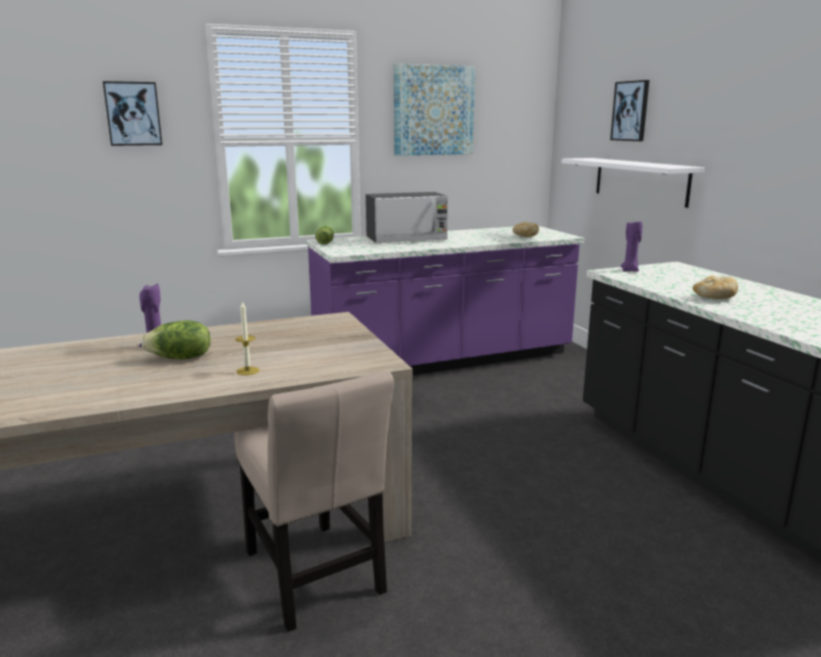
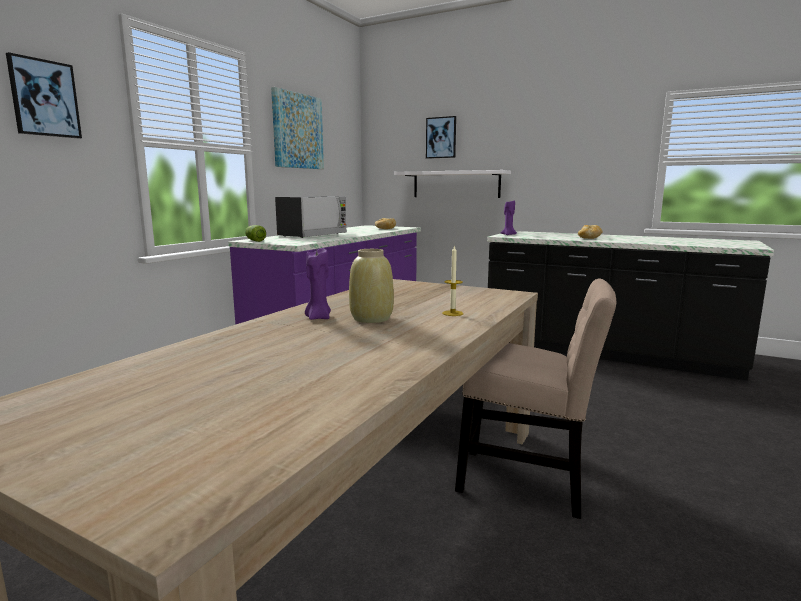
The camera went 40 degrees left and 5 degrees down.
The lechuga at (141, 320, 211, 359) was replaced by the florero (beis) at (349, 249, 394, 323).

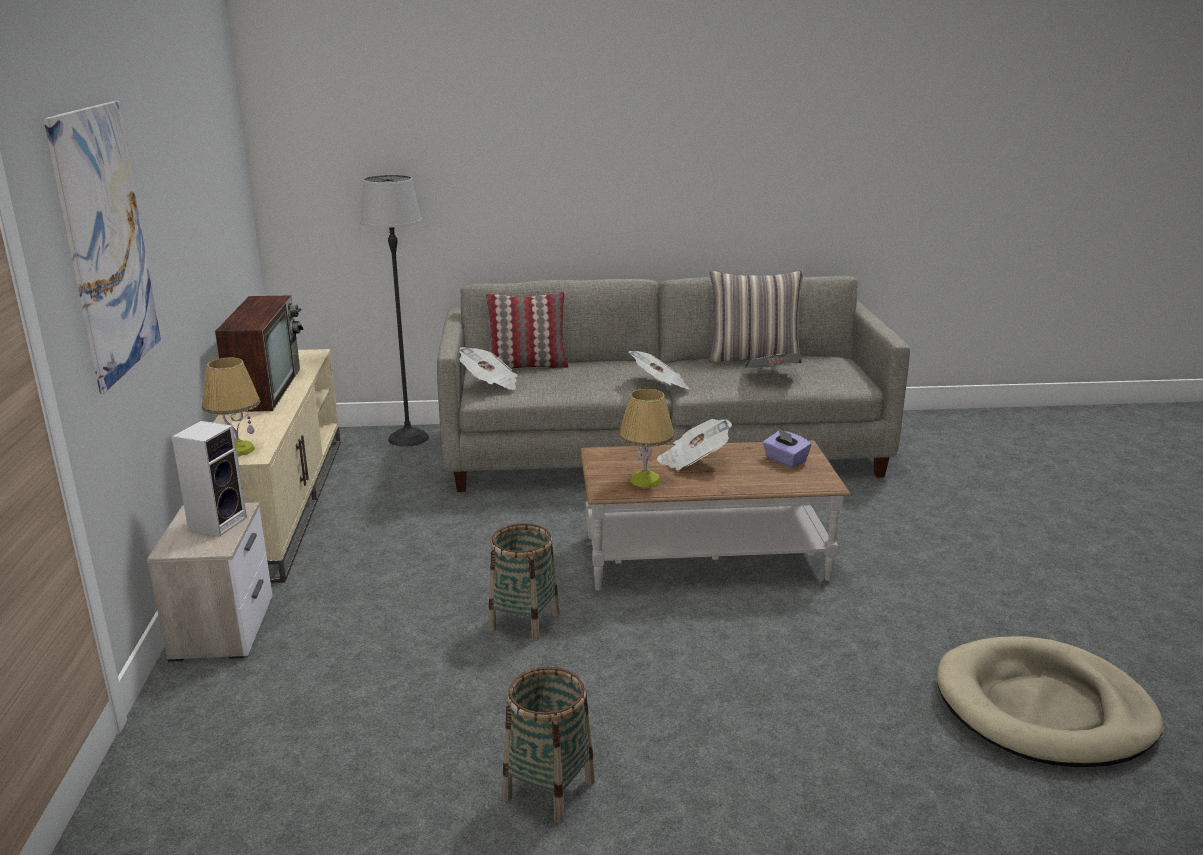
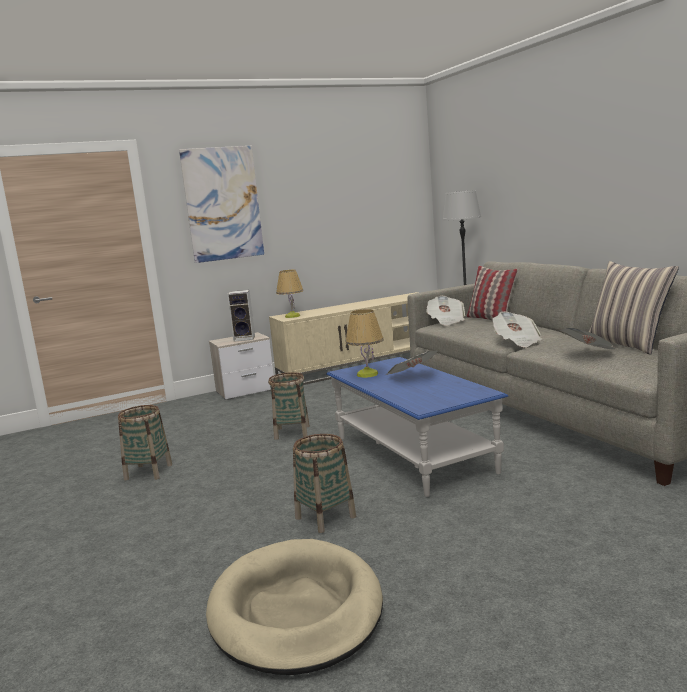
The camera went 70 degrees right and 10 degrees down.
The televisor at (215, 296, 304, 412) disappeared.
The mesa de centro (marrón) at (580, 440, 851, 591) became the mesa de centro (azul) at (326, 357, 508, 497).
The caja de pañuelos (morado) at (763, 428, 811, 468) disappeared.
The cesta at (293, 434, 356, 533) appeared.

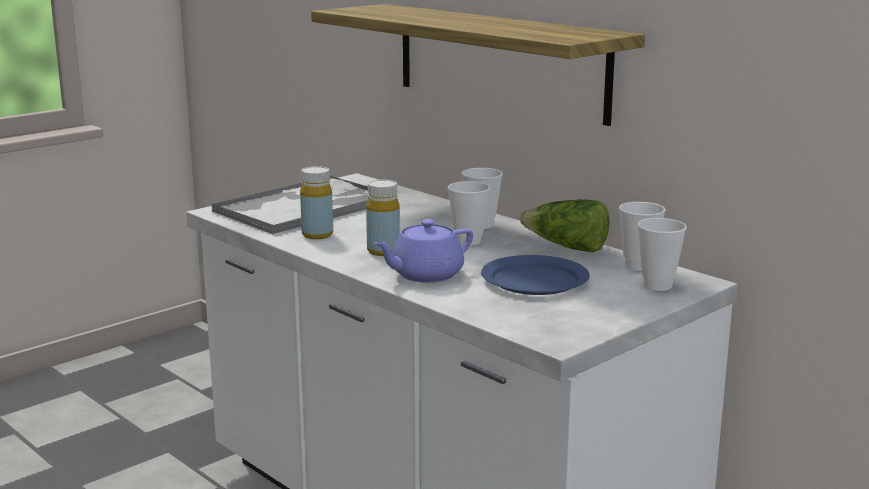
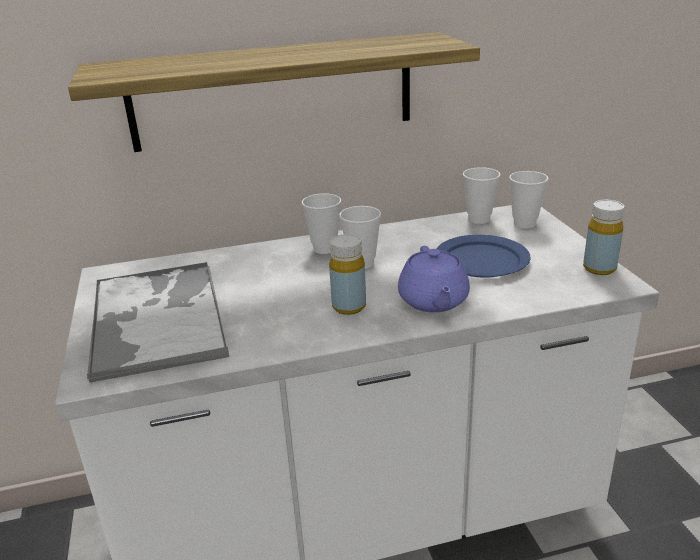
The camera went 60 degrees left and 10 degrees up.
The botella (amarillo) moved from (300, 166, 333, 239) to (583, 200, 625, 275).
The lechuga at (520, 199, 609, 252) disappeared.

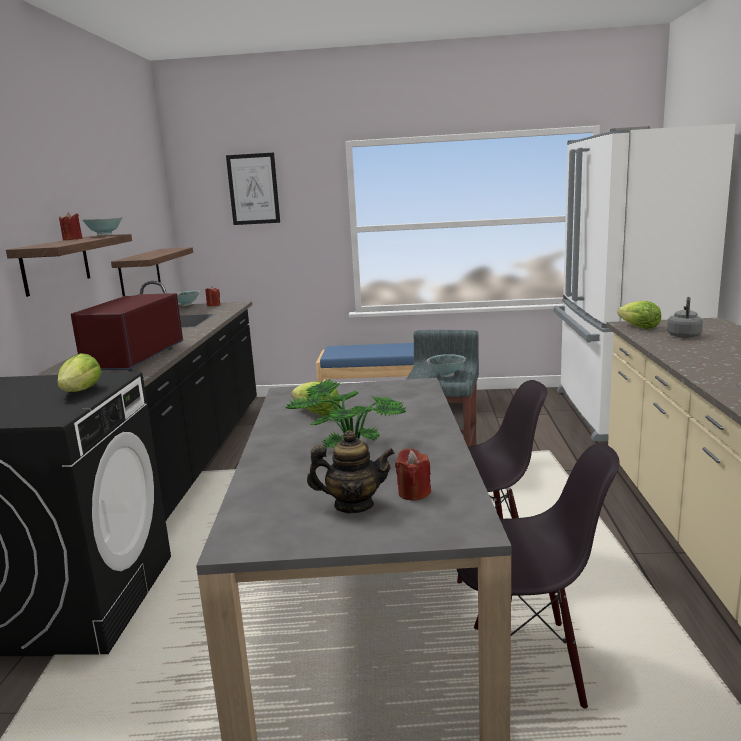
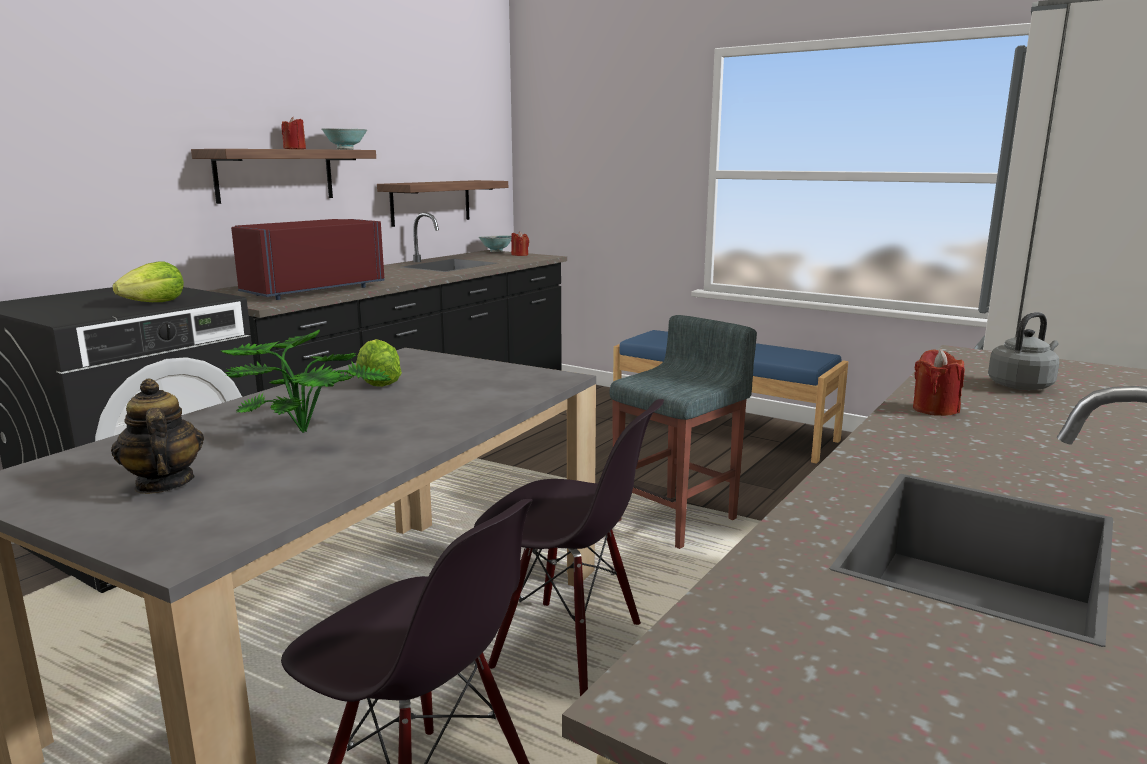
The camera went 30 degrees right and 0 degrees up.
The cuadro at (226, 153, 280, 225) disappeared.
The tetera at (307, 430, 395, 513) turned 150 degrees counterclockwise.
The vela (rojo) moved from (395, 448, 431, 501) to (913, 349, 965, 416).
The cuenco at (426, 354, 466, 377) disappeared.
The lechuga at (617, 301, 661, 329) disappeared.

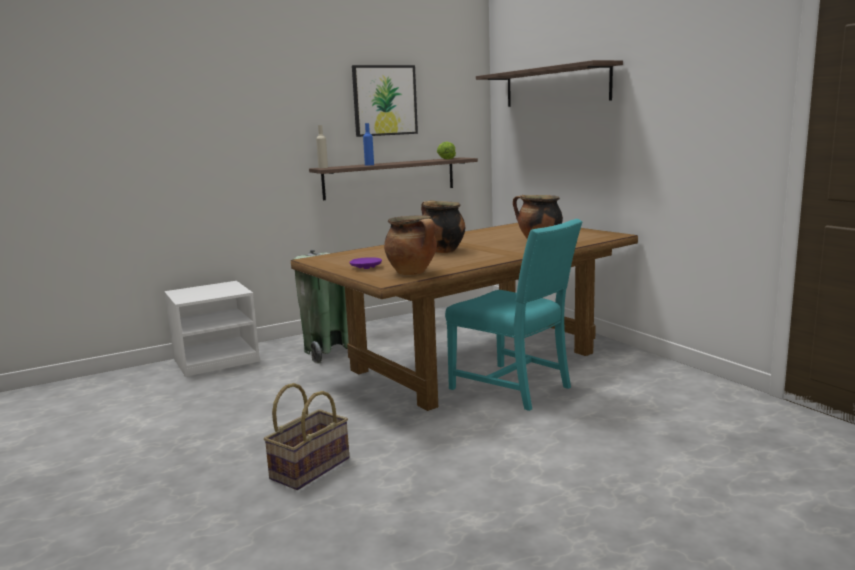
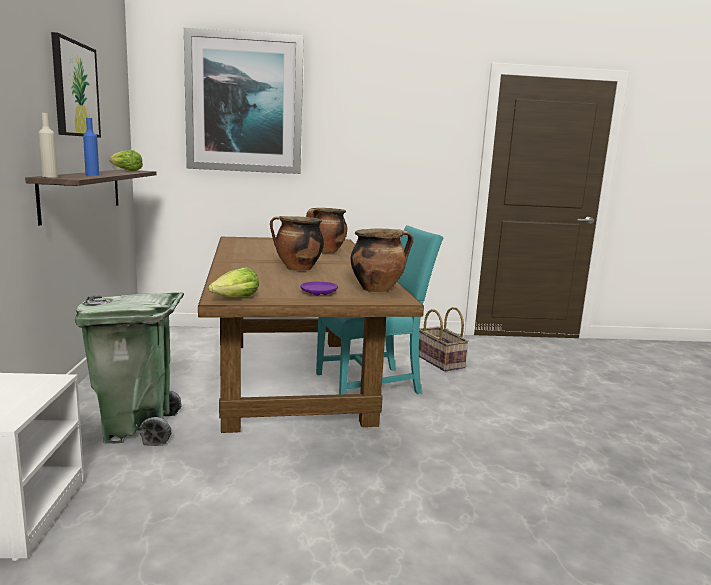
The camera went 65 degrees left and 0 degrees up.
The cesta moved from (264, 383, 349, 490) to (419, 307, 469, 371).
The estante at (476, 60, 623, 107) was replaced by the cuadro at (184, 28, 304, 174).
The lechuga at (208, 267, 259, 297) appeared.

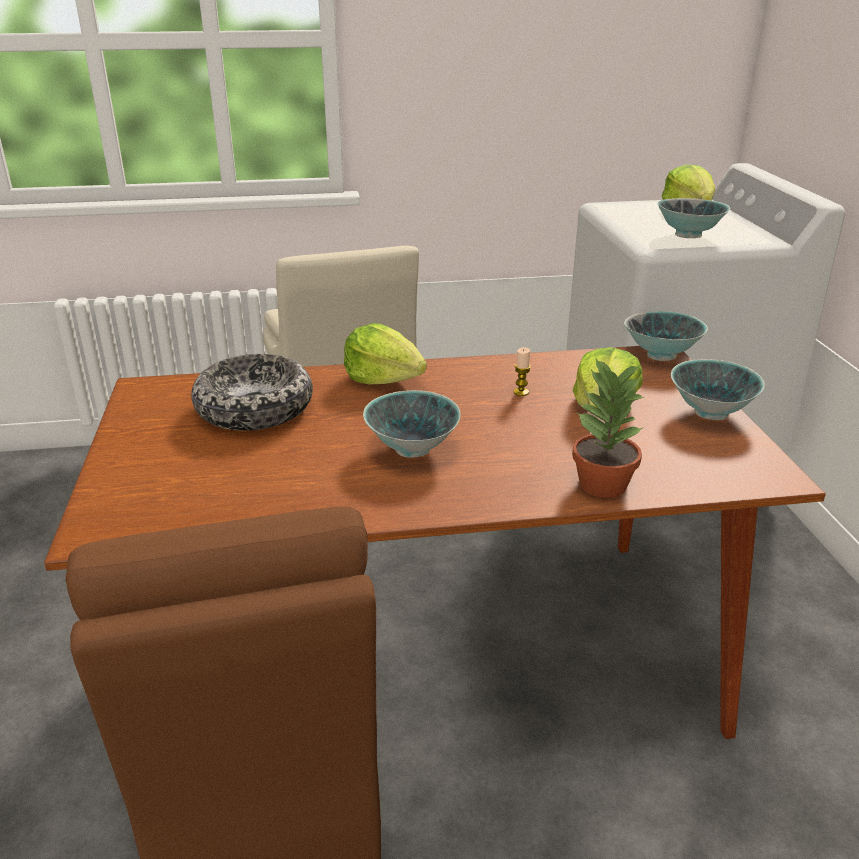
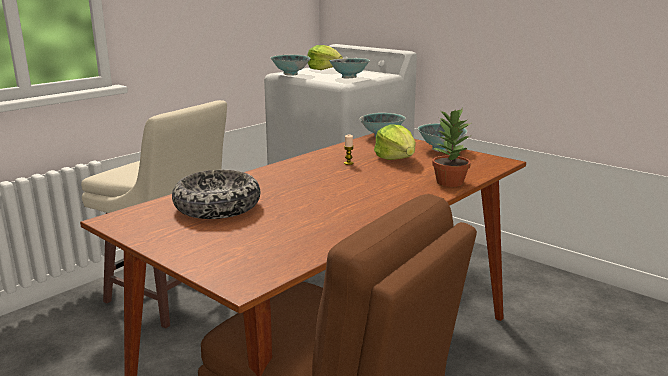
The camera went 40 degrees left and 10 degrees down.
The lechuga at (344, 323, 427, 384) disappeared.
The cuenco moved from (363, 390, 461, 458) to (270, 55, 311, 76).

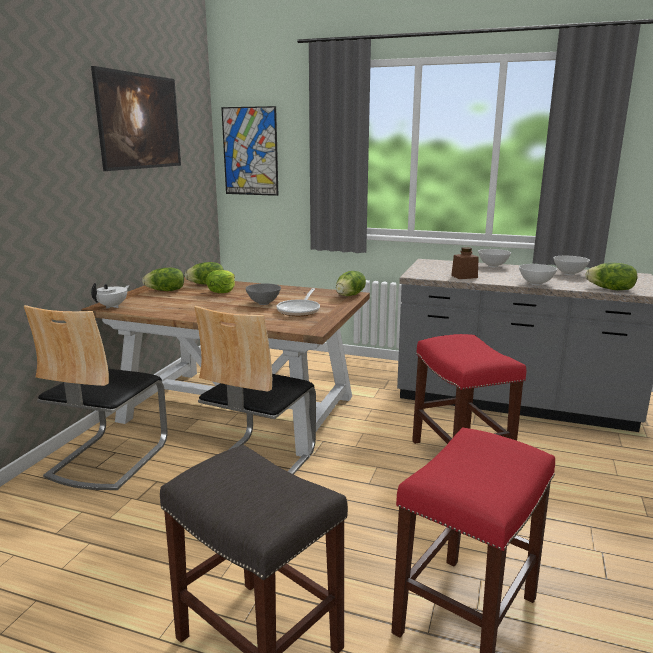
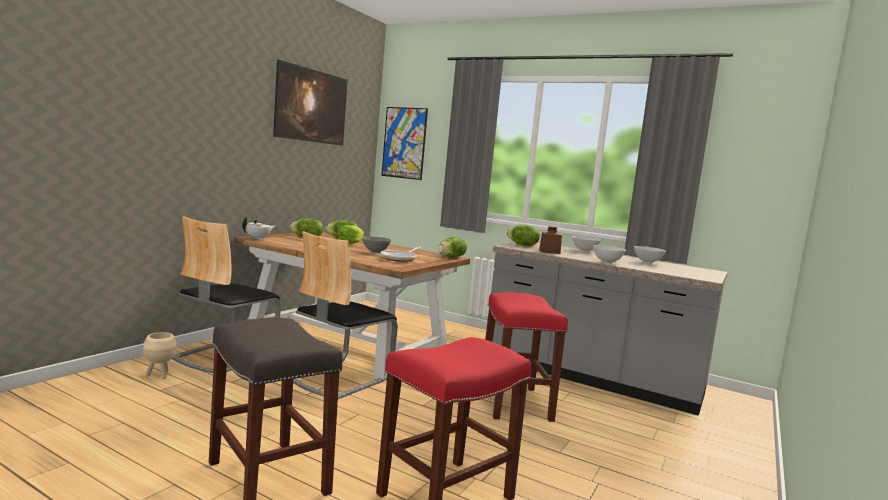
The camera went 10 degrees right and 10 degrees down.
The lechuga moved from (585, 263, 637, 290) to (507, 225, 540, 246).
The maceta (beis) at (143, 332, 177, 379) appeared.

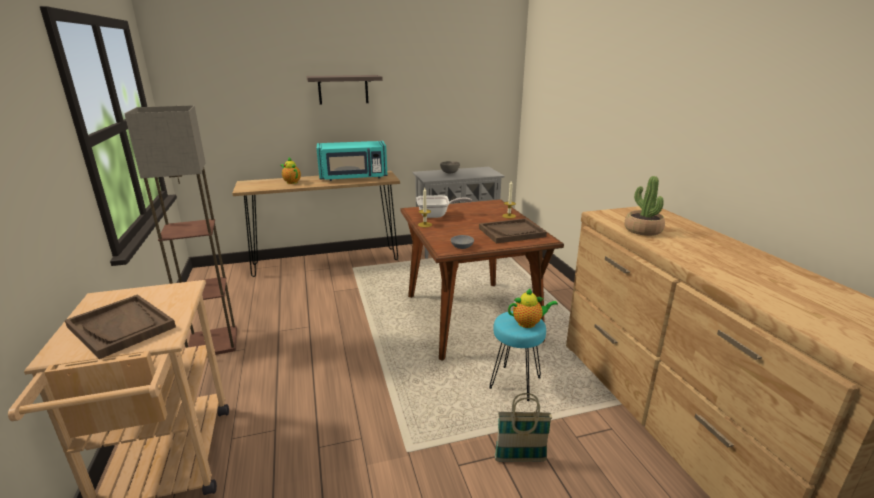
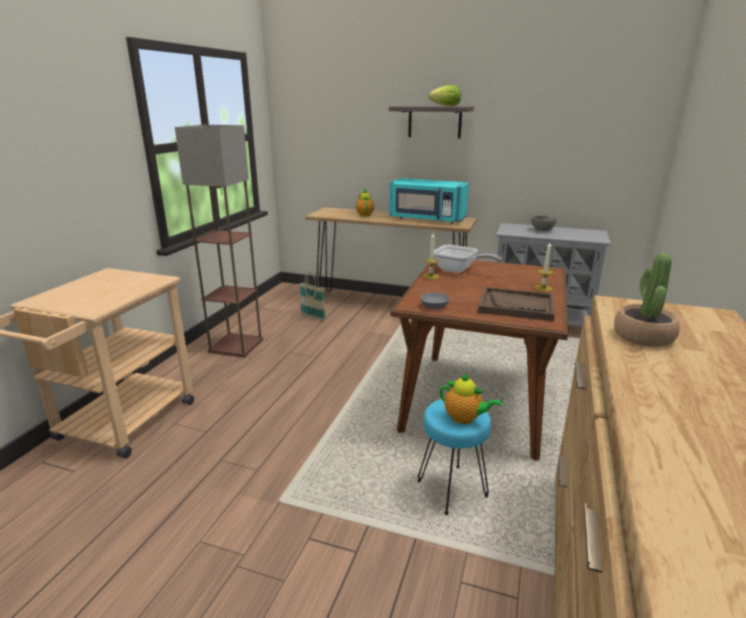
The camera went 35 degrees right and 0 degrees up.
The bandeja (marrón) at (65, 294, 176, 359) disappeared.
The cesta moved from (495, 393, 552, 462) to (299, 272, 326, 320).
The lechuga at (429, 85, 461, 106) appeared.

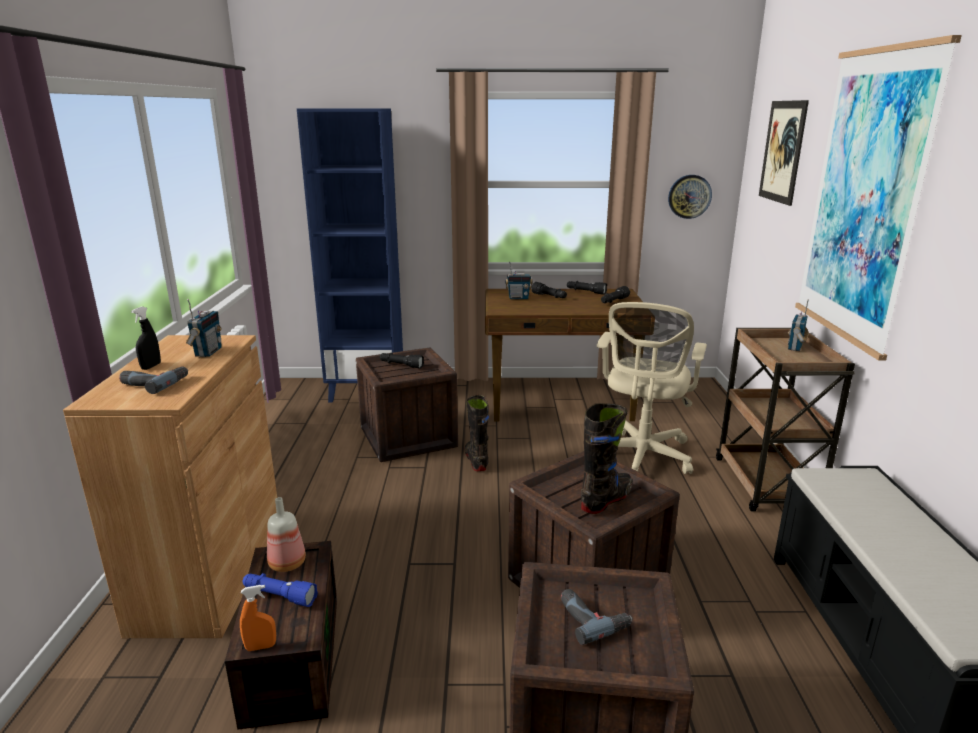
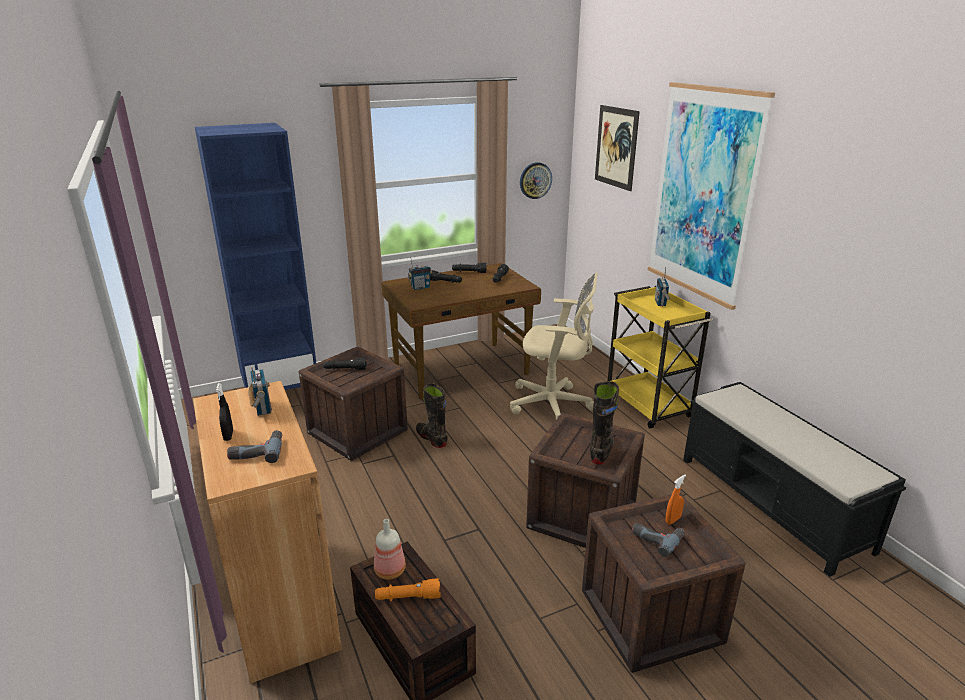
The camera went 25 degrees left and 5 degrees up.
The pulverizador (naranja) moved from (240, 585, 276, 651) to (665, 475, 686, 525).
The linterna (azul) at (243, 573, 318, 607) became the linterna (naranja) at (375, 578, 441, 601).
The silla de oficina (beis) at (597, 302, 707, 474) turned 75 degrees counterclockwise.
The carrito (marrón) at (716, 328, 855, 511) became the carrito (amarillo) at (608, 286, 713, 429).

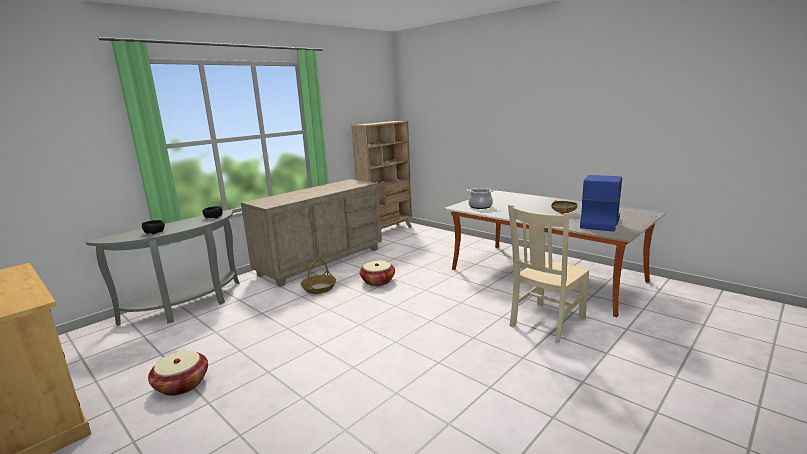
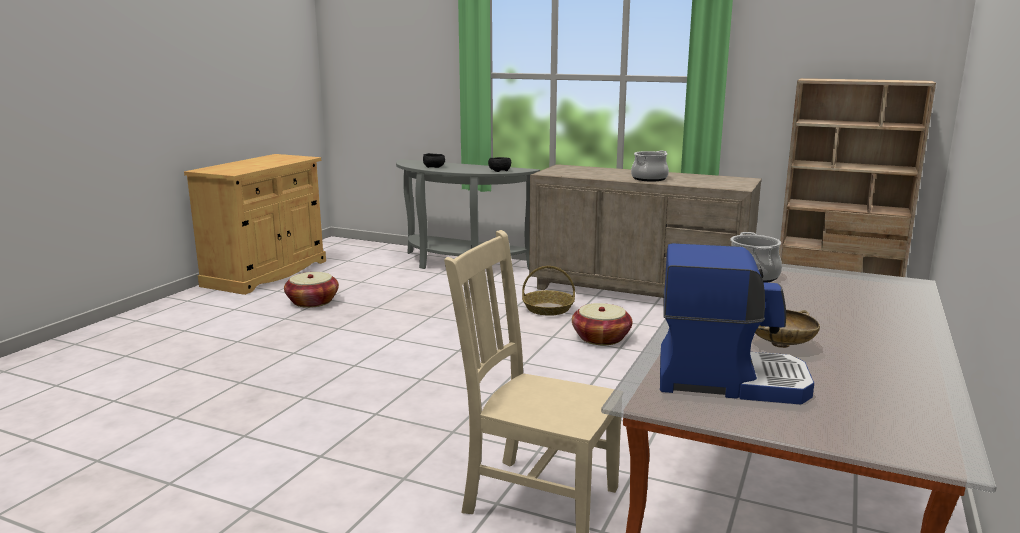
The camera went 70 degrees right and 0 degrees up.
The olla at (631, 151, 669, 181) appeared.

